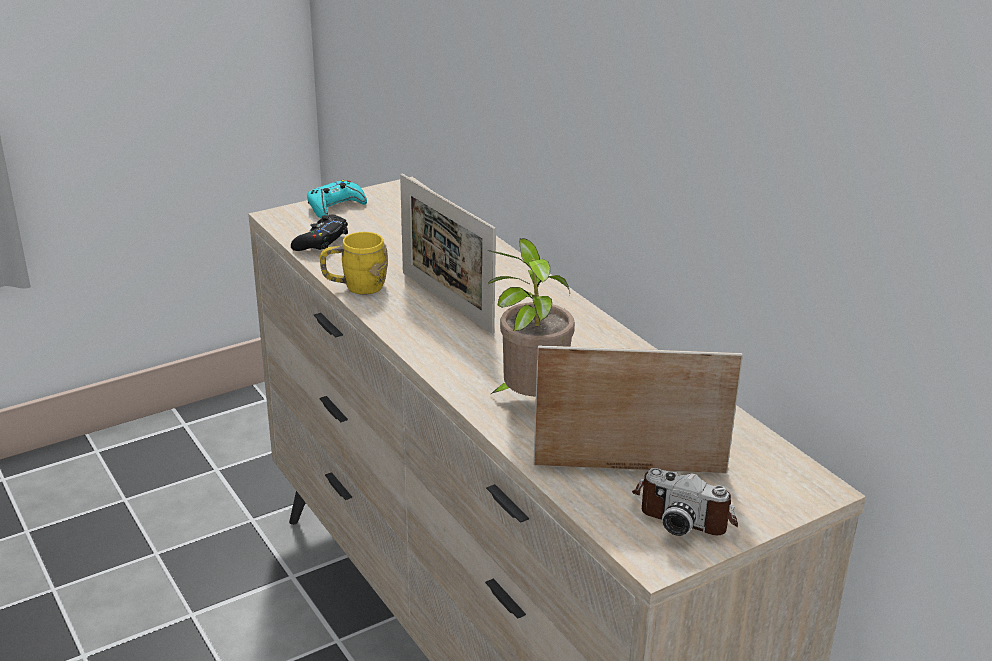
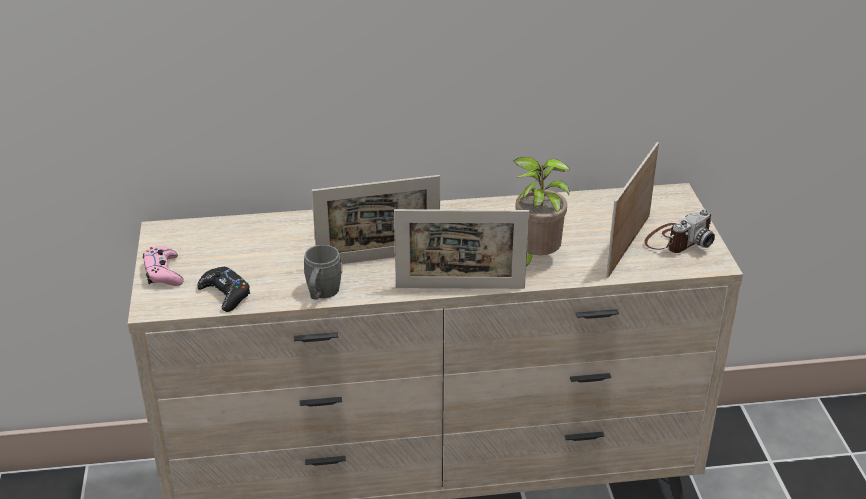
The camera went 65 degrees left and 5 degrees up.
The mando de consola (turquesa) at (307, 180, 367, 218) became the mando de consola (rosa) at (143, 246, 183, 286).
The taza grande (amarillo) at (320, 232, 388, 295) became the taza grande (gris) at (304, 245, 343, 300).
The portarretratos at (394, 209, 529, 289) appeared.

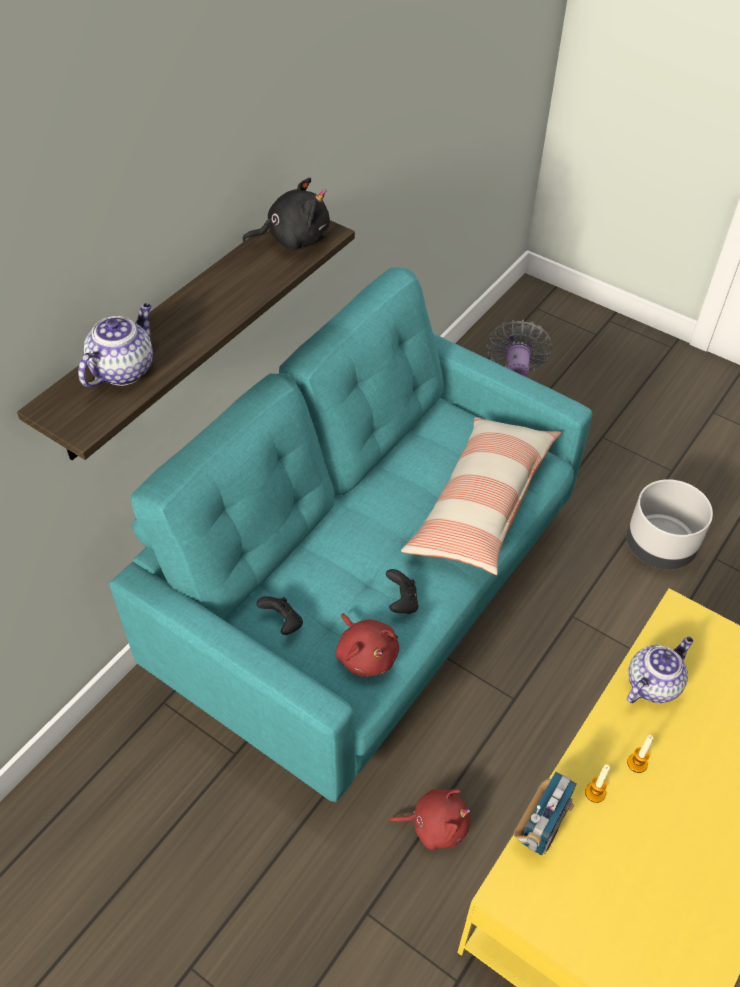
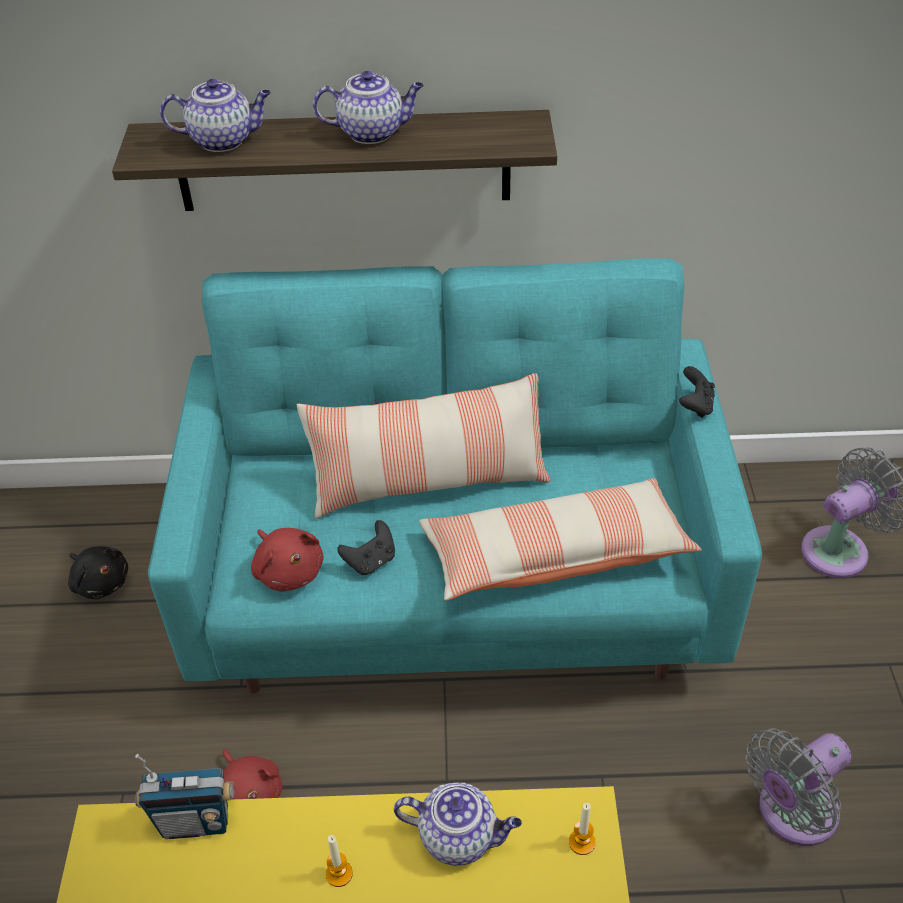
The camera went 55 degrees right and 5 degrees down.
The peluche (negro) moved from (242, 178, 330, 250) to (68, 546, 128, 599).
The mando de consola (negro) moved from (256, 596, 303, 635) to (679, 366, 715, 418).
The peluche (rojo) at (336, 613, 399, 677) turned 60 degrees counterclockwise.
The vela moved from (585, 765, 610, 803) to (569, 803, 595, 855).
The maceta (gris) at (627, 479, 713, 569) was replaced by the ventilador (gris) at (746, 728, 851, 846).
The cojín at (297, 373, 550, 519) appeared.
The tetera at (313, 71, 424, 144) appeared.

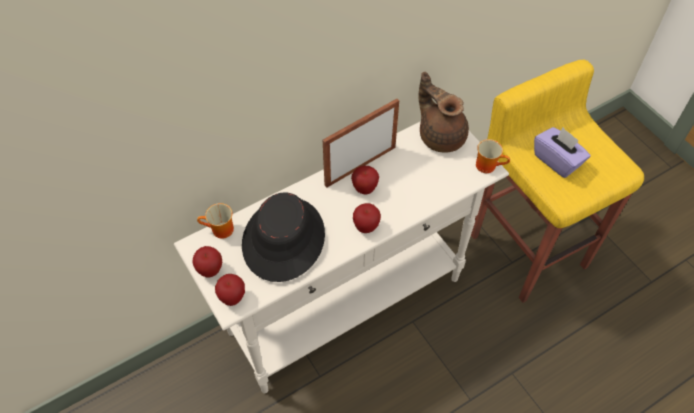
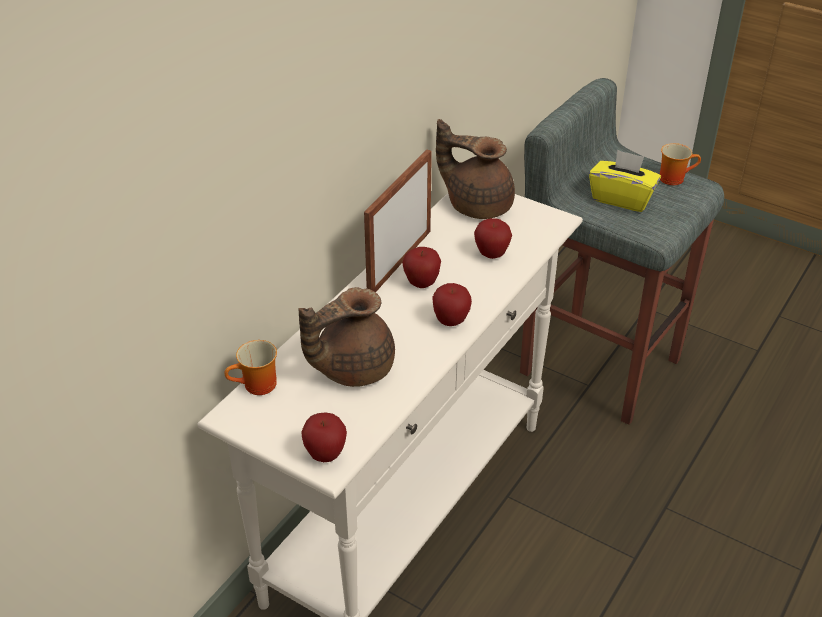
The camera went 25 degrees left and 15 degrees down.
The manzana moved from (192, 246, 222, 277) to (474, 218, 512, 259).
The sombrero (negro) at (242, 192, 325, 282) was replaced by the tetera (marrón) at (298, 287, 395, 387).
The taburete (amarillo) at (471, 60, 644, 303) became the taburete (gris) at (520, 78, 724, 425).
The taza grande moved from (476, 139, 510, 173) to (660, 143, 701, 185).
The caja de pañuelos (morado) at (534, 127, 590, 178) became the caja de pañuelos (amarillo) at (589, 149, 661, 212).

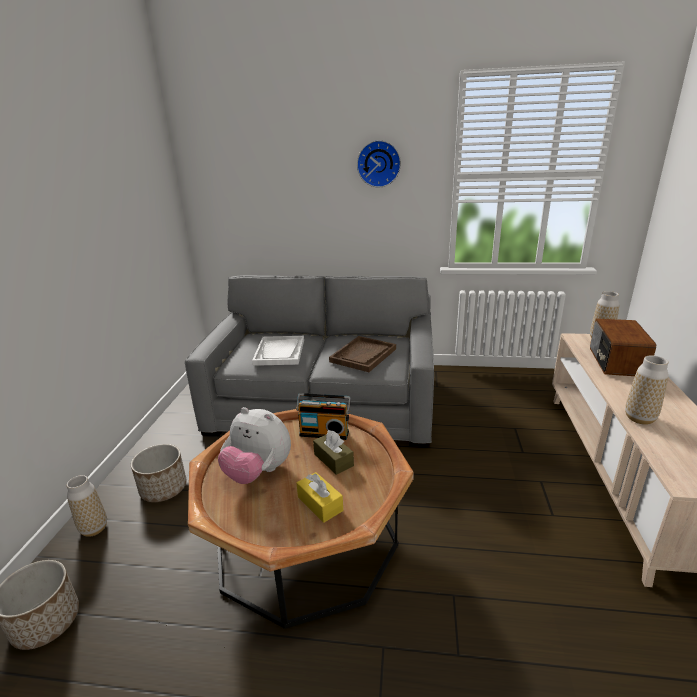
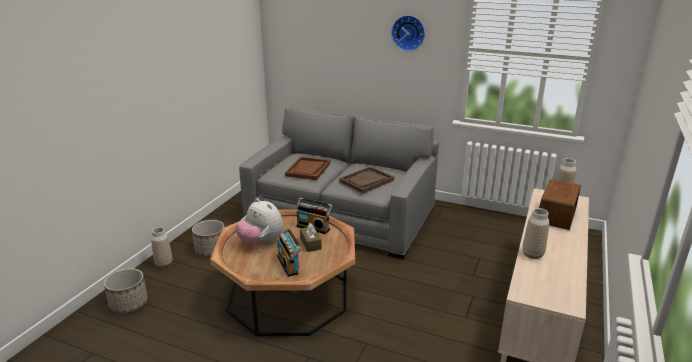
The camera went 15 degrees right and 0 degrees up.
The bandeja (blanco) at (252, 336, 304, 366) became the bandeja (marrón) at (285, 157, 330, 180).
The caja de pañuelos (amarillo) at (297, 472, 343, 523) was replaced by the radio at (277, 228, 302, 277).

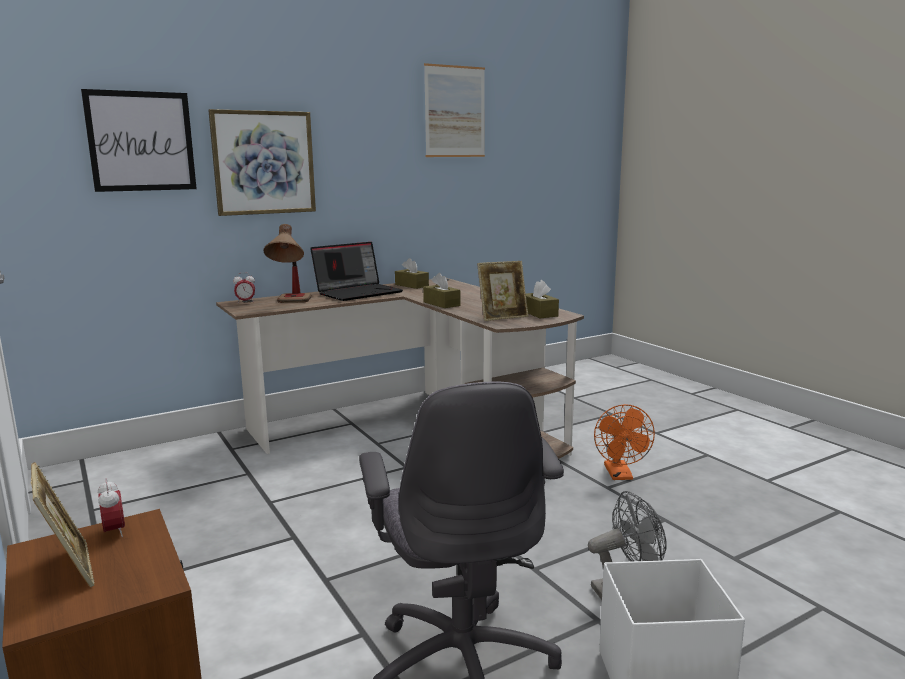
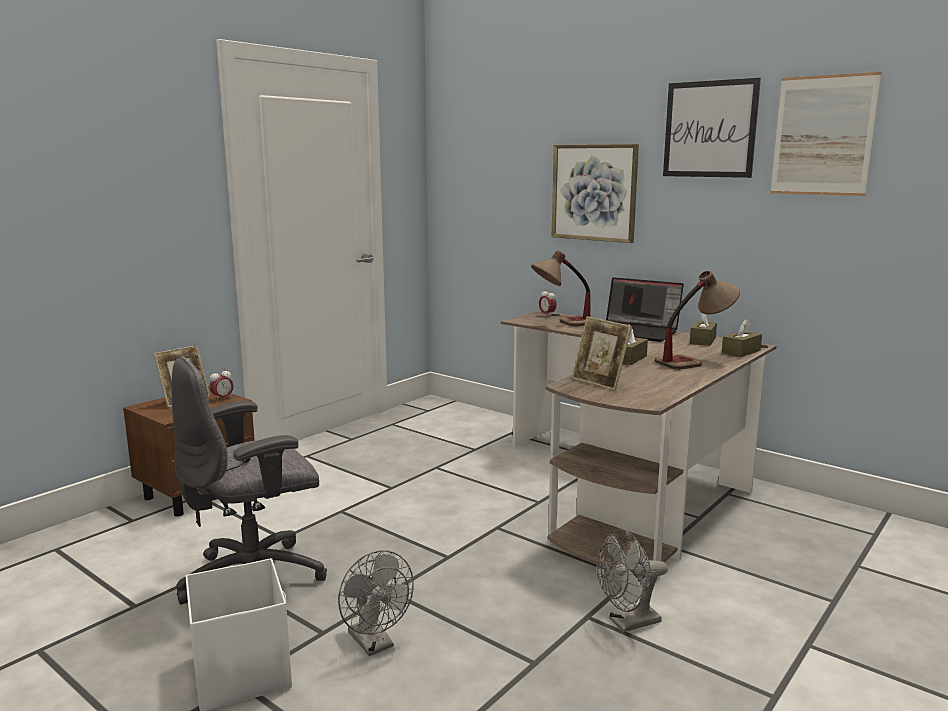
The camera went 70 degrees right and 0 degrees up.
The cuadro moved from (81, 89, 197, 192) to (663, 78, 761, 178).
The caja de pañuelos (marrón) moved from (526, 280, 559, 318) to (722, 319, 762, 357).
The ventilador (naranja) at (594, 404, 655, 480) became the ventilador (gris) at (597, 529, 668, 632).
The lámpara de mesa at (655, 271, 740, 370) appeared.

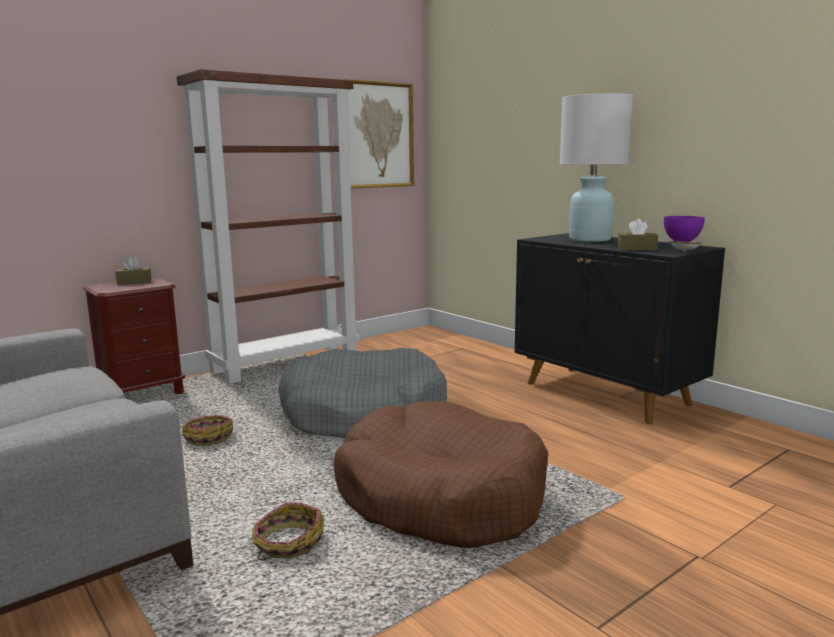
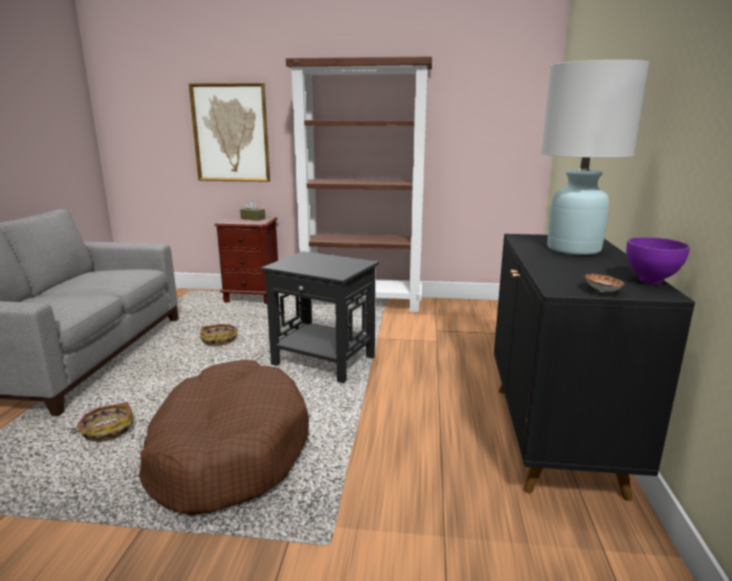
The camera went 45 degrees right and 5 degrees up.
The cama para perro (gris) at (278, 347, 447, 438) was replaced by the mesa auxiliar (negro) at (261, 251, 379, 383).
The cuadro moved from (343, 79, 414, 189) to (189, 83, 270, 182).
The caja de pañuelos (marrón) at (618, 219, 658, 251) disappeared.

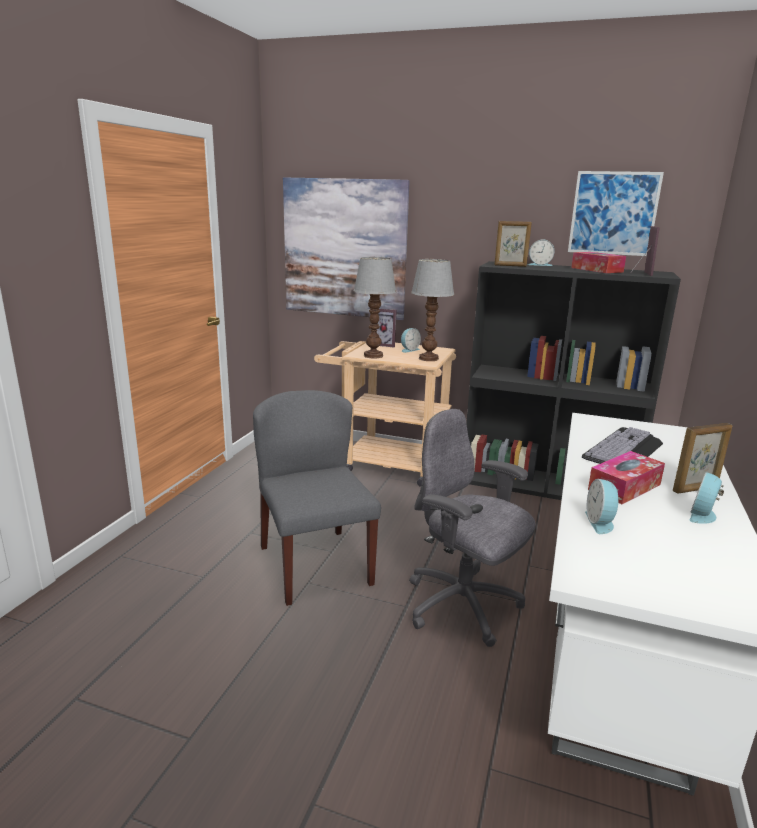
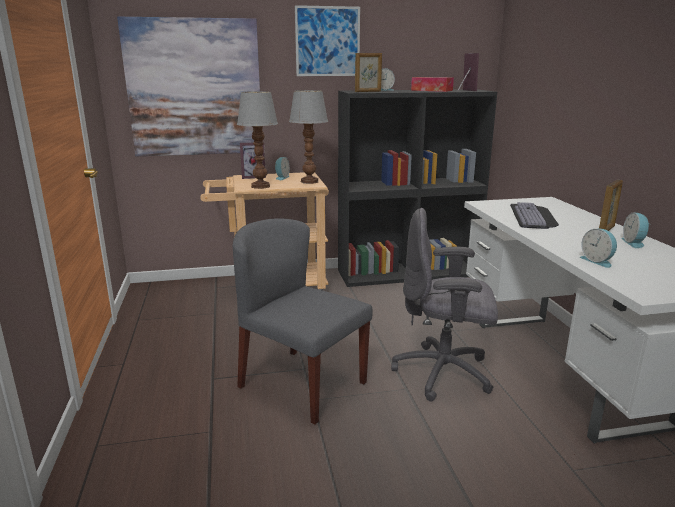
The camera went 30 degrees left and 0 degrees up.
The cuadro moved from (568, 171, 664, 256) to (295, 5, 360, 76).
The caja de pañuelos at (588, 451, 665, 504) disappeared.

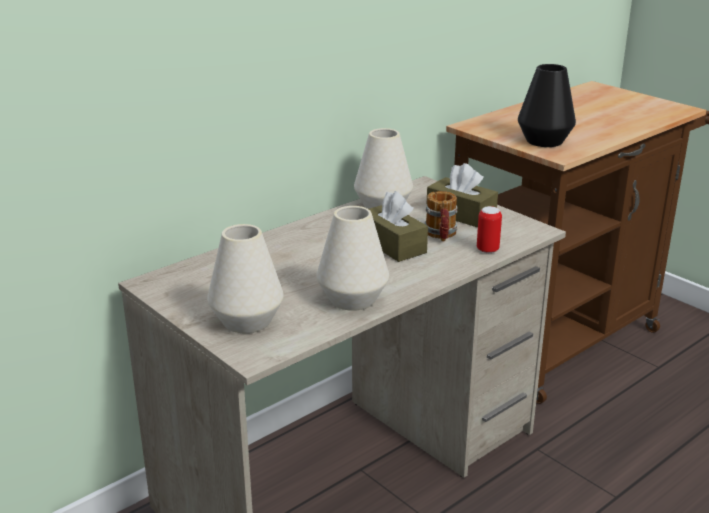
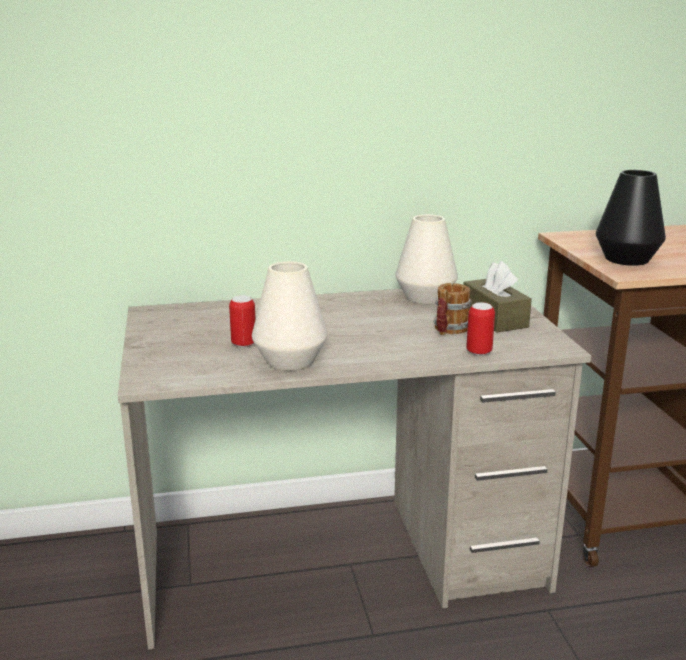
The camera went 30 degrees right and 5 degrees down.
The florero (blanco) at (207, 224, 284, 333) disappeared.
The caja de pañuelos (marrón) at (369, 191, 428, 262) disappeared.
The lata at (229, 295, 256, 348) appeared.

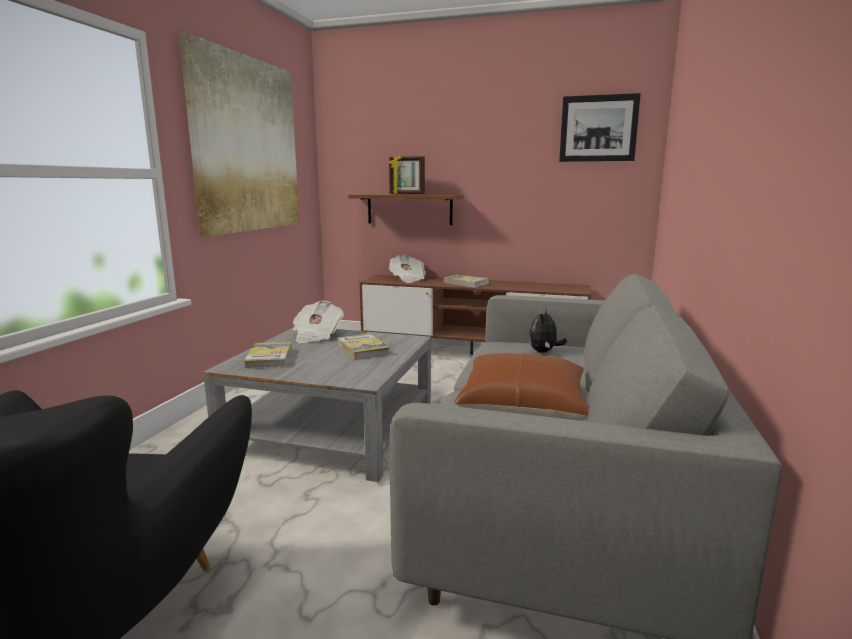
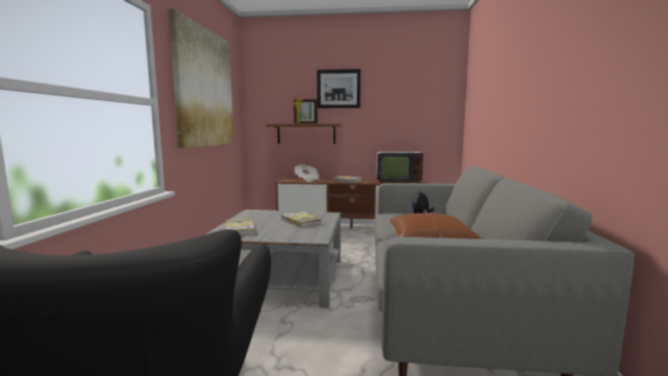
The camera went 10 degrees left and 5 degrees down.
The periódico at (292, 301, 344, 343) disappeared.
The cuadro moved from (559, 93, 641, 162) to (317, 69, 361, 108).
The televisor at (376, 130, 425, 183) appeared.

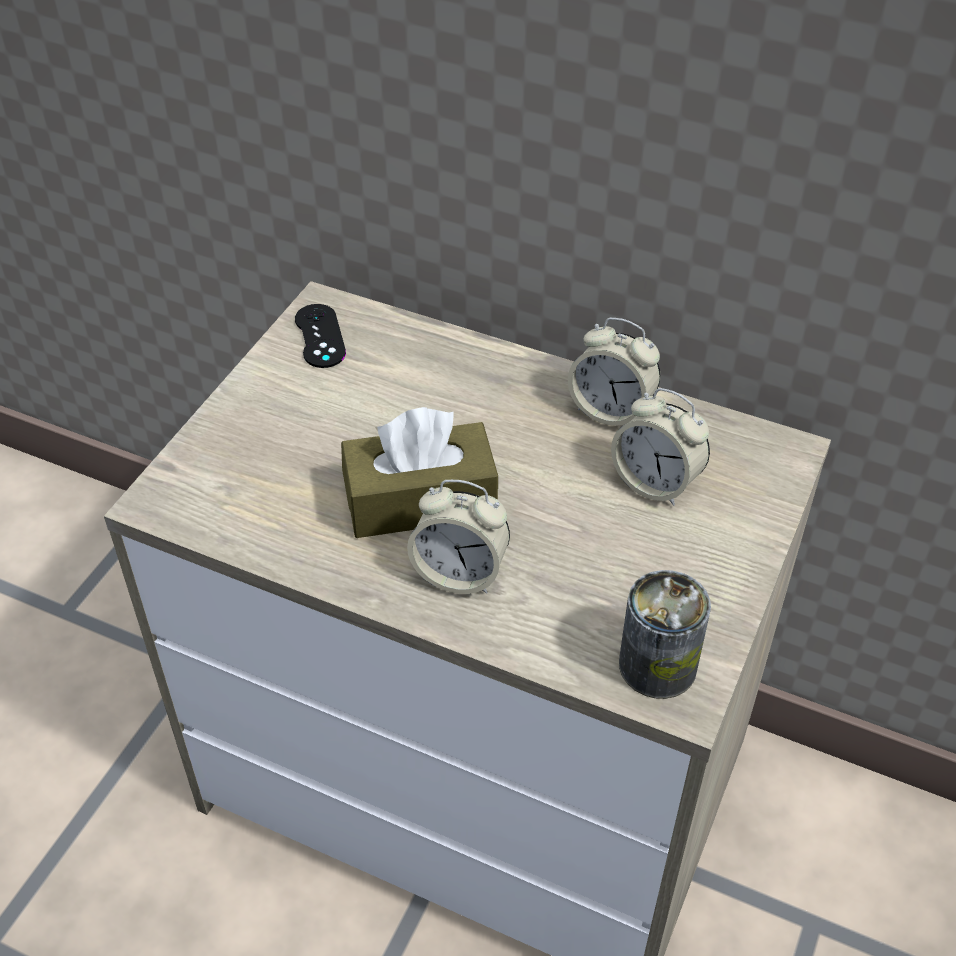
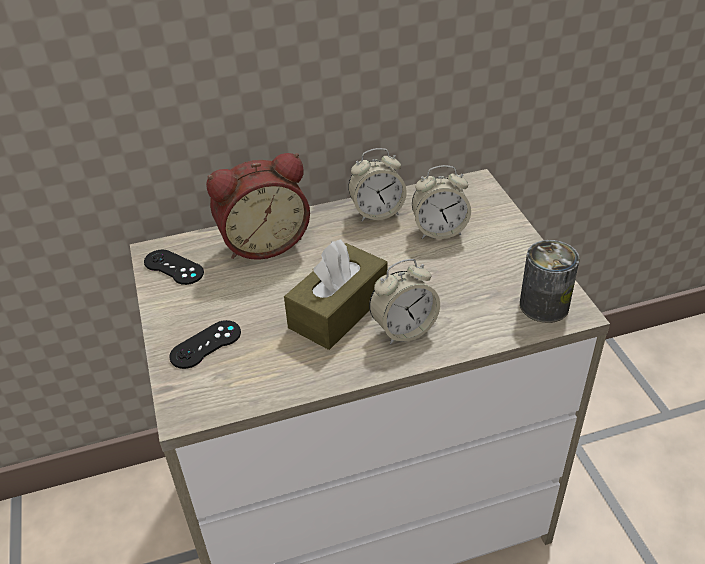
The camera went 40 degrees left and 5 degrees down.
The mando de consola (negro) at (169, 320, 241, 369) appeared.
The despertador at (206, 153, 310, 260) appeared.

